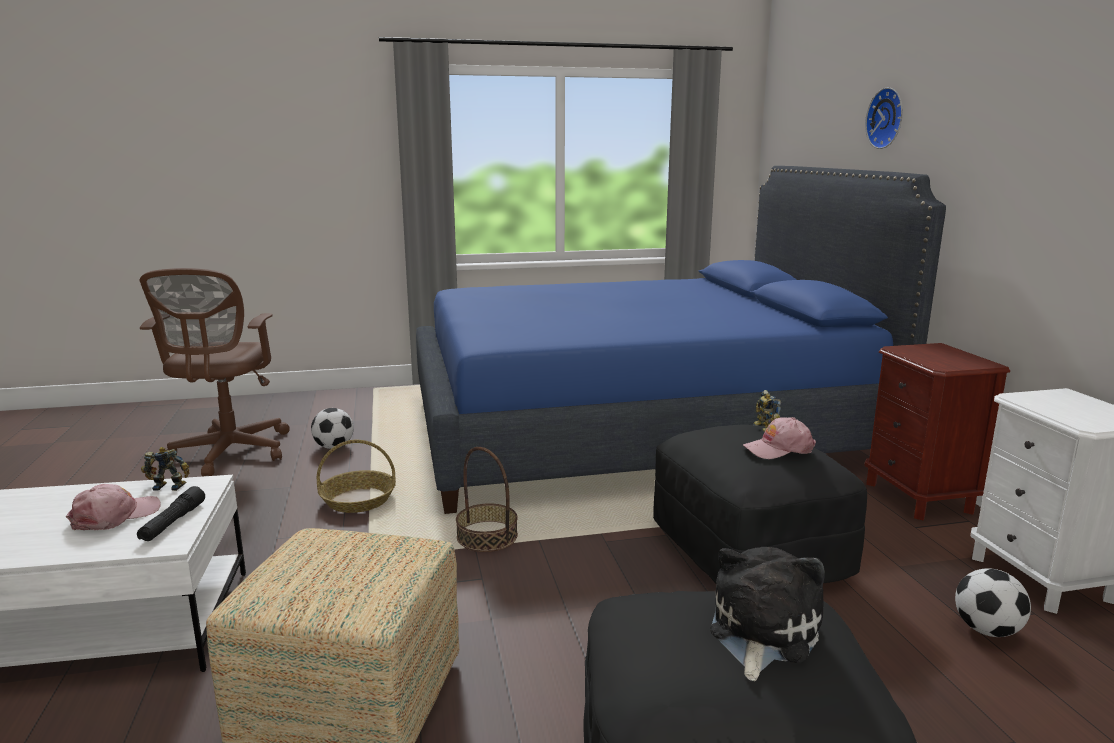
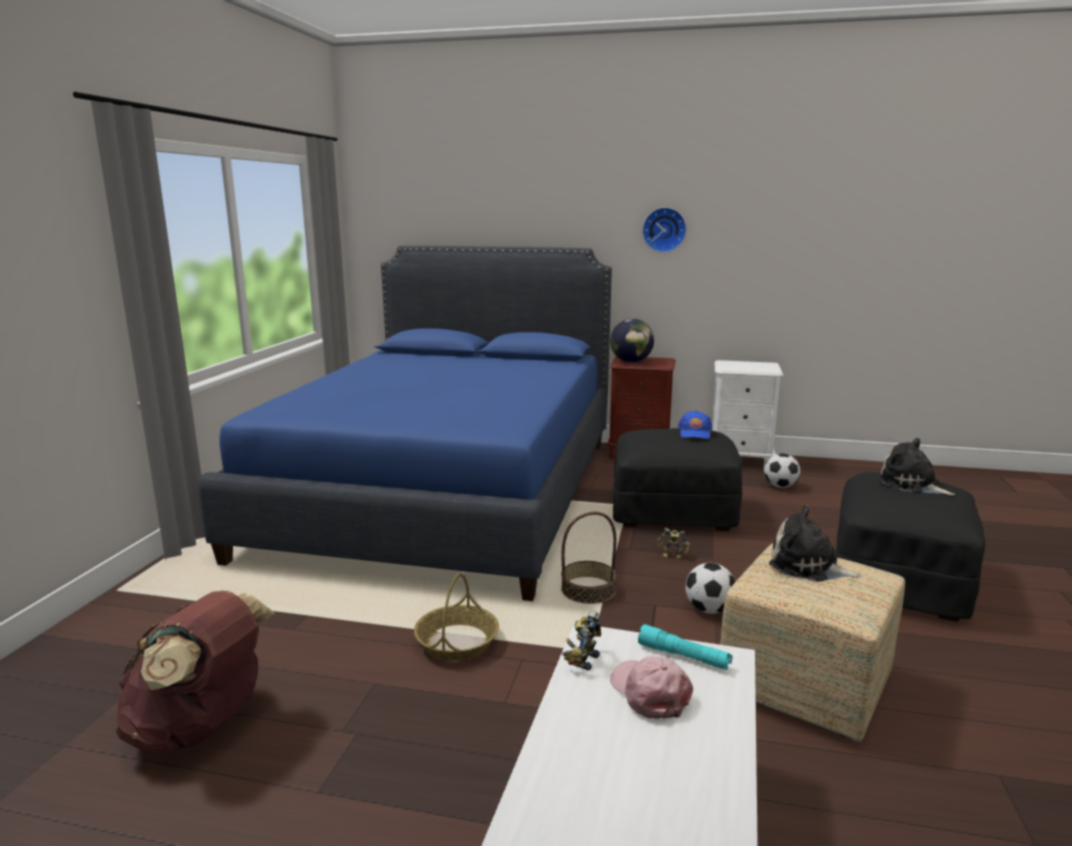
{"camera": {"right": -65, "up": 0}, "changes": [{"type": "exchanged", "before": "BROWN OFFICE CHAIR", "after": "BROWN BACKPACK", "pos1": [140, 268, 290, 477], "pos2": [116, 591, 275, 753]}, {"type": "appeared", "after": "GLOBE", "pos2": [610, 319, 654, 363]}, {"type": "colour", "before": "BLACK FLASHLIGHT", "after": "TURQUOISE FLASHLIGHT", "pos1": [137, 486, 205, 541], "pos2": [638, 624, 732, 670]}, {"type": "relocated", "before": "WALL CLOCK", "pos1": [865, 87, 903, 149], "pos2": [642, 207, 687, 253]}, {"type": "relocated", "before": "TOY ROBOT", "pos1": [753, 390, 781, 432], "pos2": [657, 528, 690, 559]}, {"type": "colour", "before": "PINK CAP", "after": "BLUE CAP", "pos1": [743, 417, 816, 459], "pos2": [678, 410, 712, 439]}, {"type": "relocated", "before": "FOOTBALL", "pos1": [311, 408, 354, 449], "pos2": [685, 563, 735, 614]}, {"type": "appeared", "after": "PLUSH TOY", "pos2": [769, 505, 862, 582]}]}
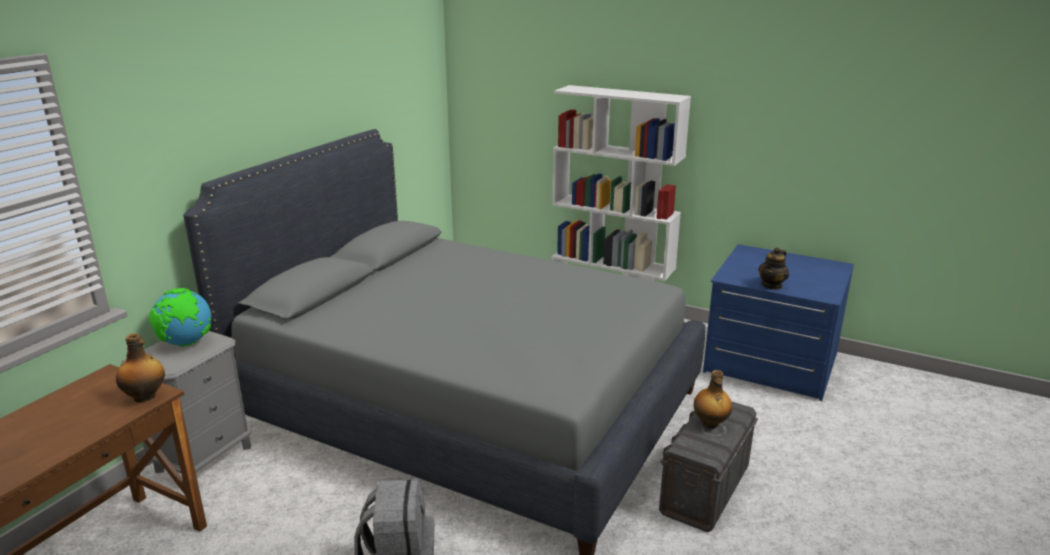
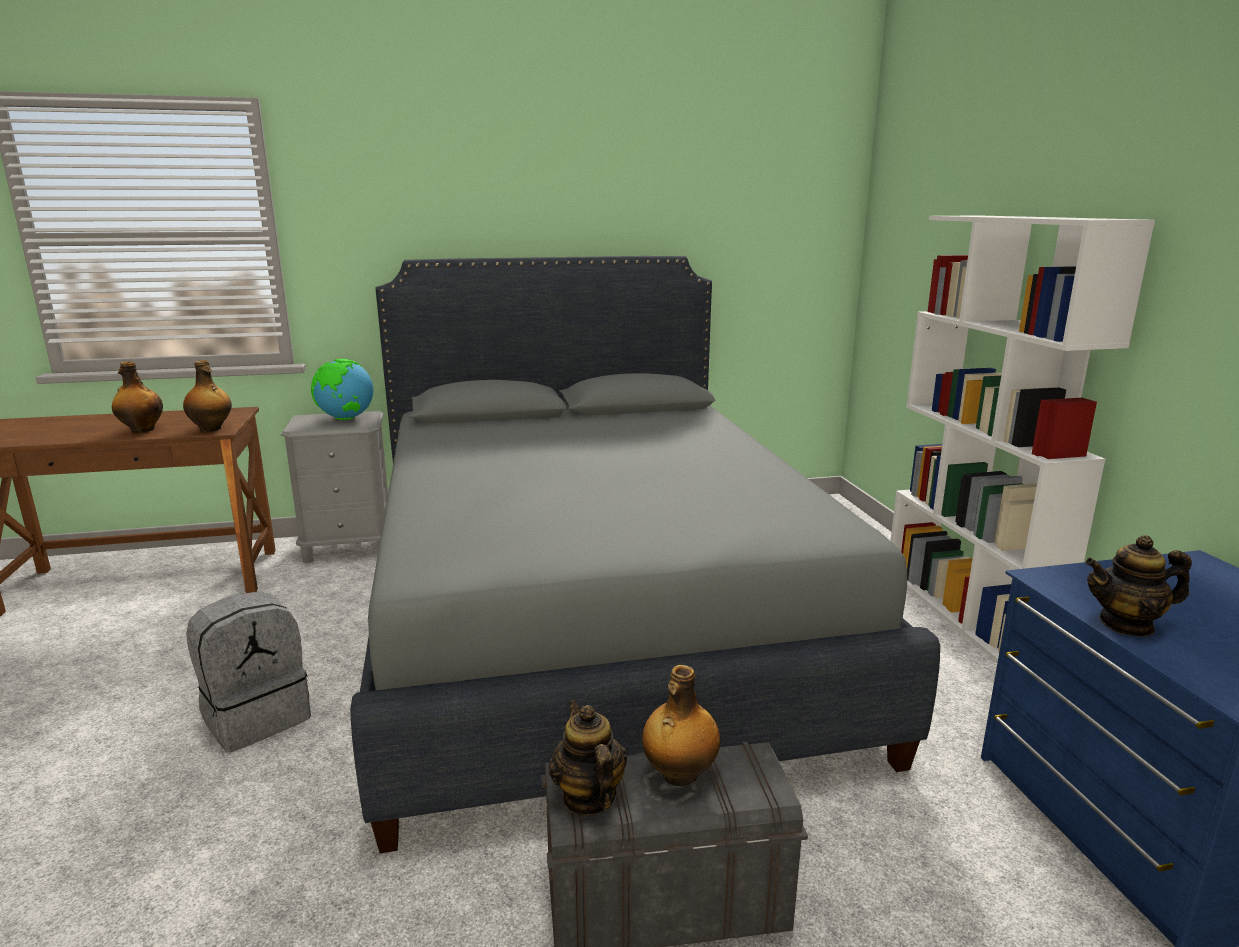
{"camera": {"right": 50, "up": -5}, "changes": [{"type": "appeared", "after": "BOTTLE", "pos2": [112, 361, 163, 433]}, {"type": "appeared", "after": "TEAPOT", "pos2": [549, 700, 627, 815]}]}
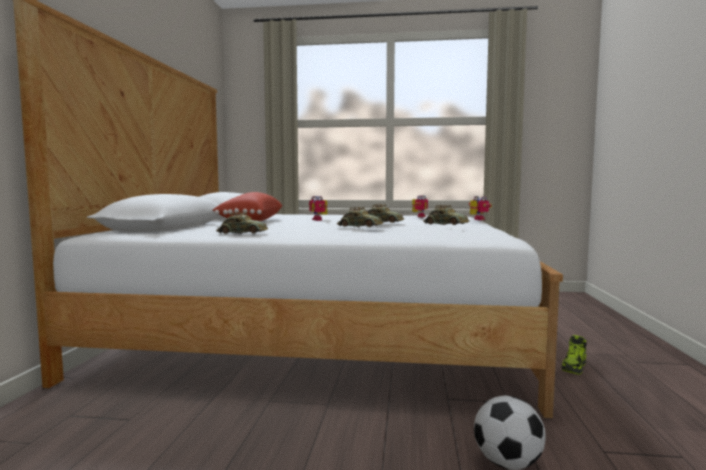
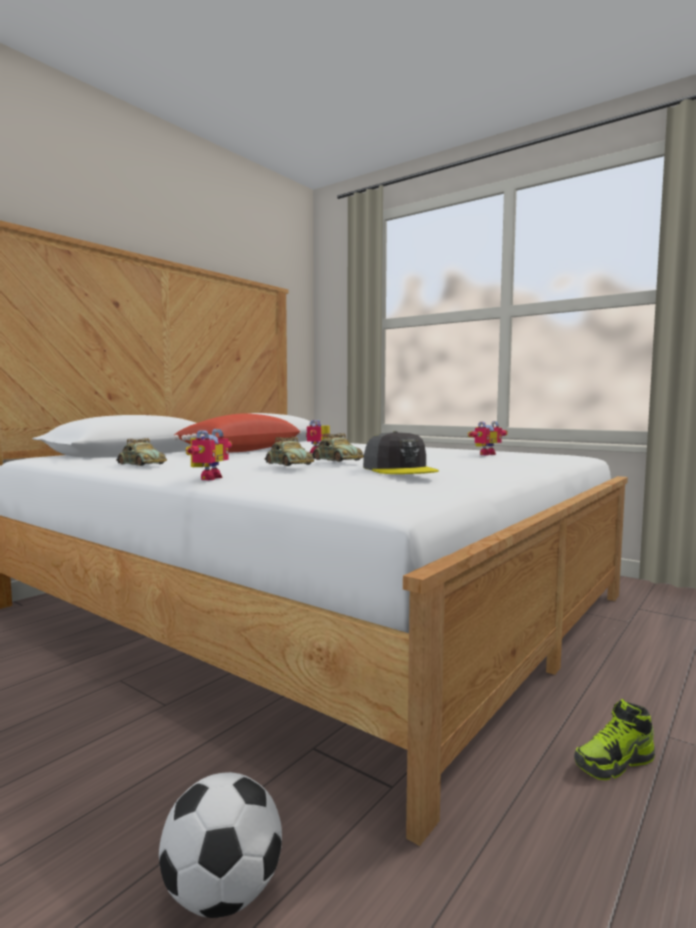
{"camera": {"right": 30, "up": 0}, "changes": [{"type": "relocated", "before": "TOY ROBOT", "pos1": [469, 196, 492, 220], "pos2": [185, 429, 232, 480]}, {"type": "exchanged", "before": "TOY CAR", "after": "GREY CAP", "pos1": [423, 205, 470, 225], "pos2": [363, 431, 439, 474]}]}
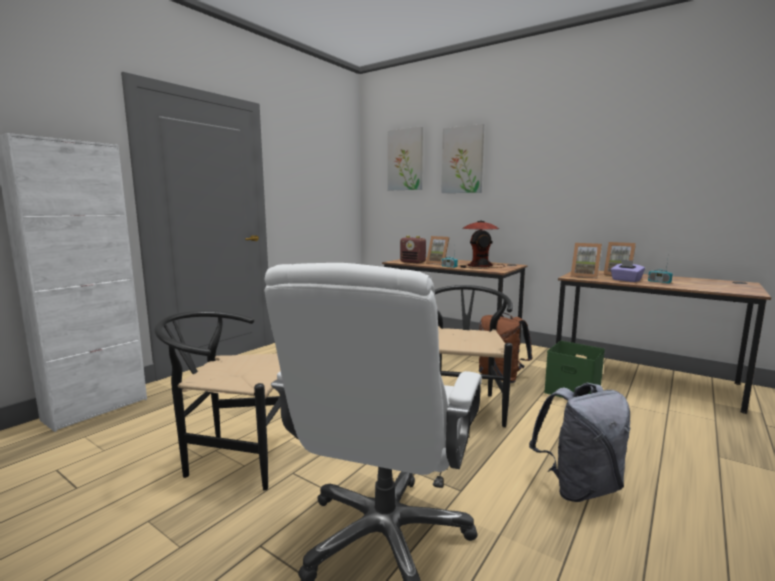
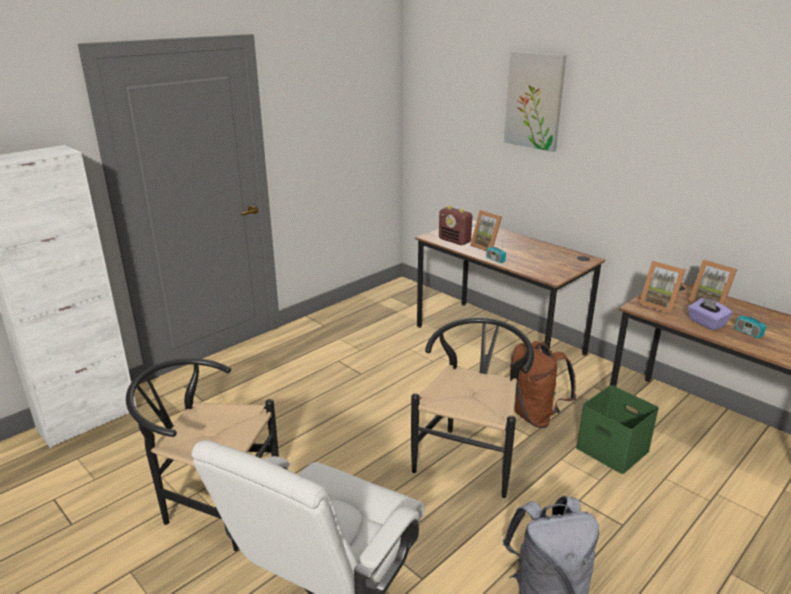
{"camera": {"right": 10, "up": 15}, "changes": [{"type": "missing", "before": "PICTURE", "pos1": [388, 127, 423, 191]}, {"type": "missing", "before": "TABLE LAMP", "pos1": [460, 220, 505, 269]}]}
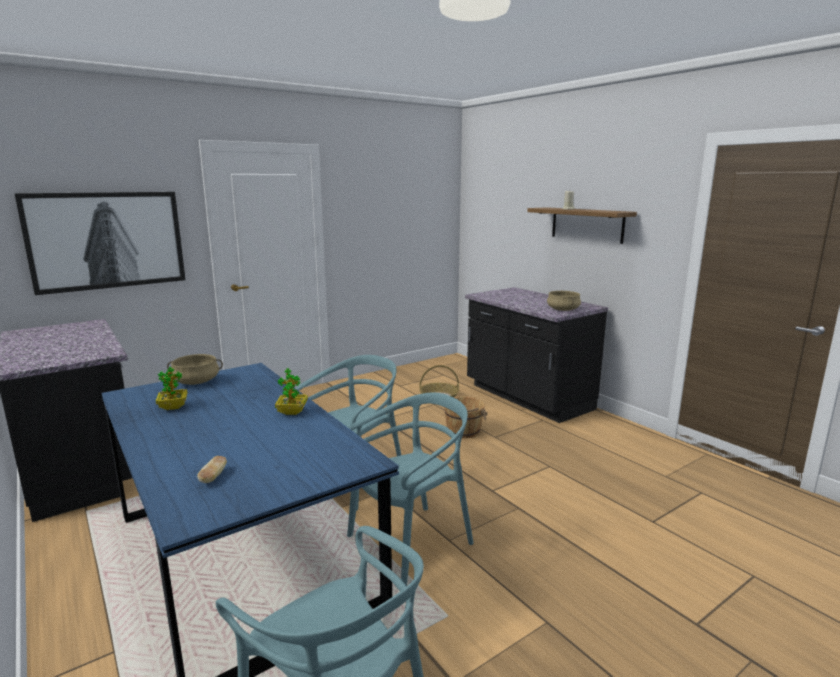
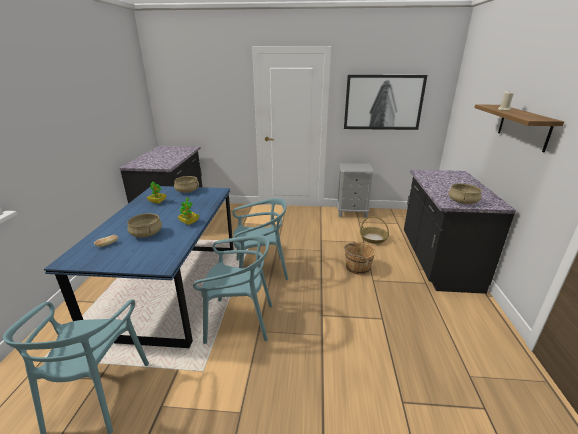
{"camera": {"right": 40, "up": 10}, "changes": [{"type": "appeared", "after": "BEIGE COOKING POT", "pos2": [128, 213, 162, 237]}, {"type": "appeared", "after": "GREY NIGHTSTAND", "pos2": [337, 163, 374, 218]}, {"type": "relocated", "before": "PICTURE", "pos1": [14, 192, 186, 295], "pos2": [344, 75, 427, 130]}]}
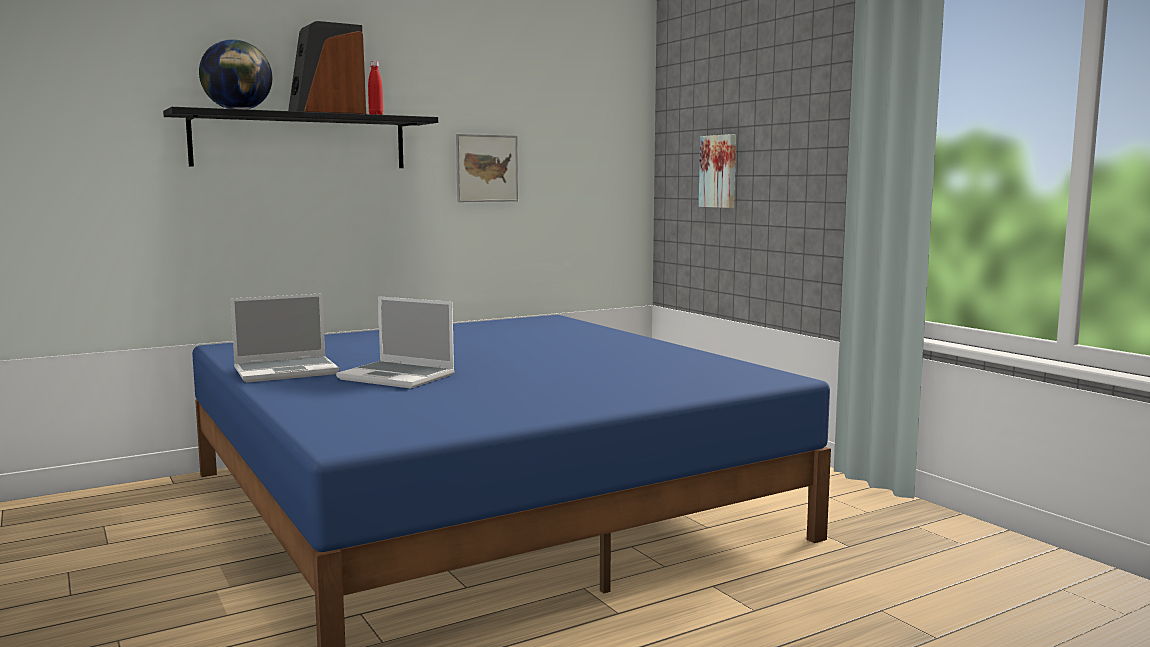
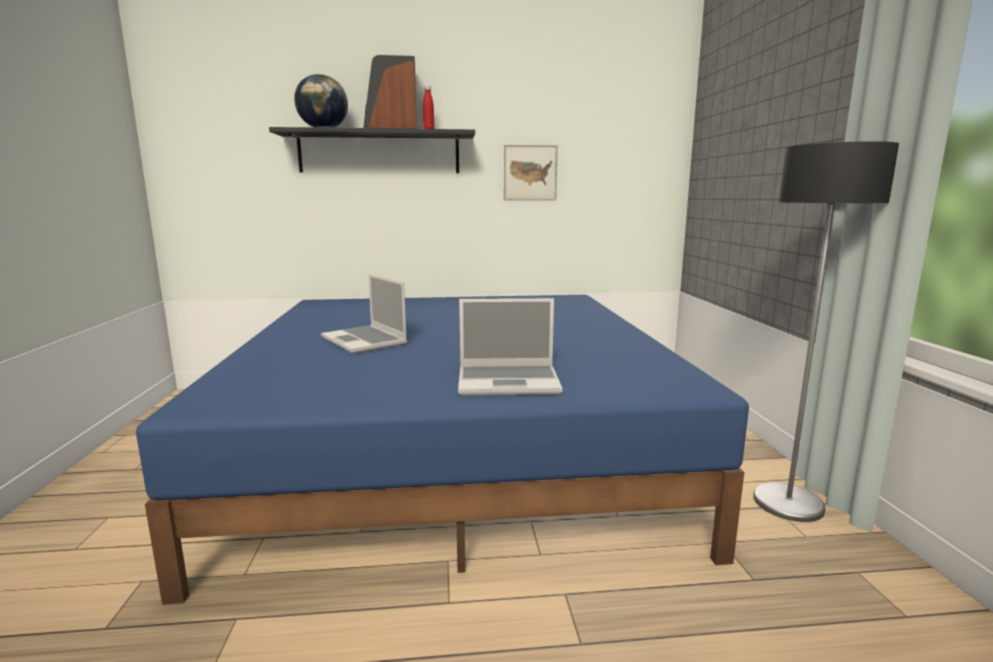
{"camera": {"right": 25, "up": 5}, "changes": [{"type": "relocated", "before": "LAPTOP", "pos1": [230, 293, 339, 383], "pos2": [458, 298, 562, 396]}, {"type": "appeared", "after": "FLOOR LAMP", "pos2": [753, 141, 899, 522]}, {"type": "missing", "before": "PICTURE", "pos1": [699, 134, 736, 208]}]}
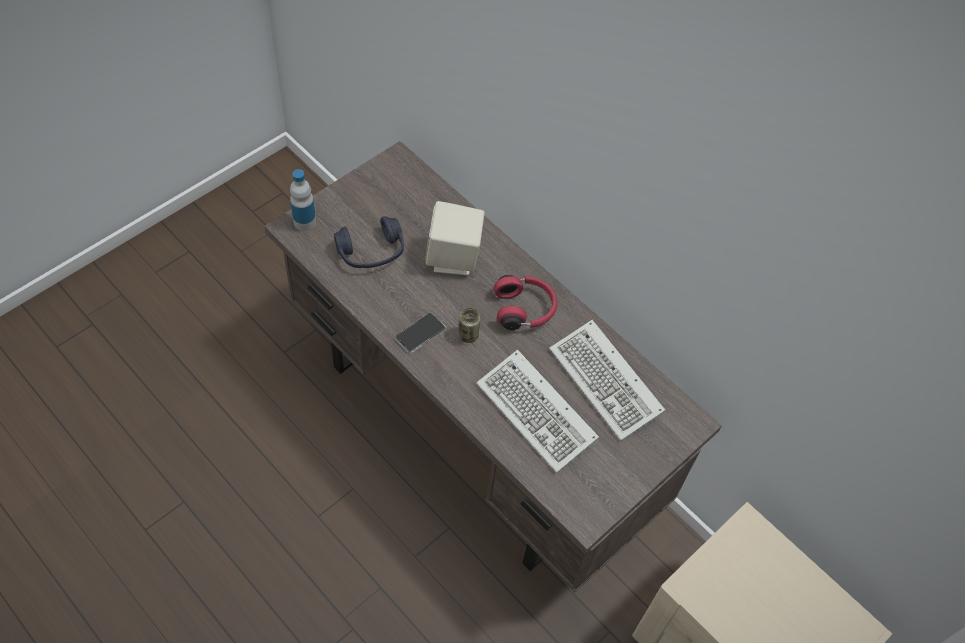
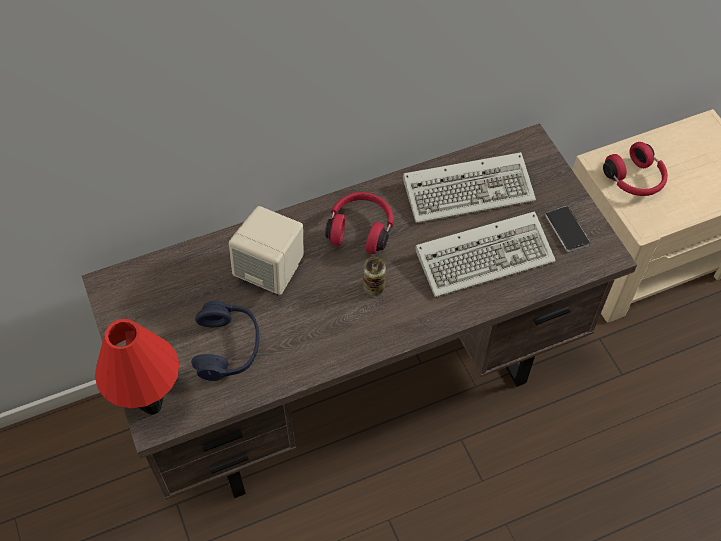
{"camera": {"right": -65, "up": 0}, "changes": [{"type": "exchanged", "before": "BOTTLE", "after": "RED TABLE LAMP", "pos1": [290, 169, 316, 231], "pos2": [95, 319, 179, 415]}, {"type": "relocated", "before": "PHONE", "pos1": [395, 312, 446, 354], "pos2": [545, 206, 590, 252]}, {"type": "appeared", "after": "RED HEADPHONES", "pos2": [603, 142, 668, 196]}]}
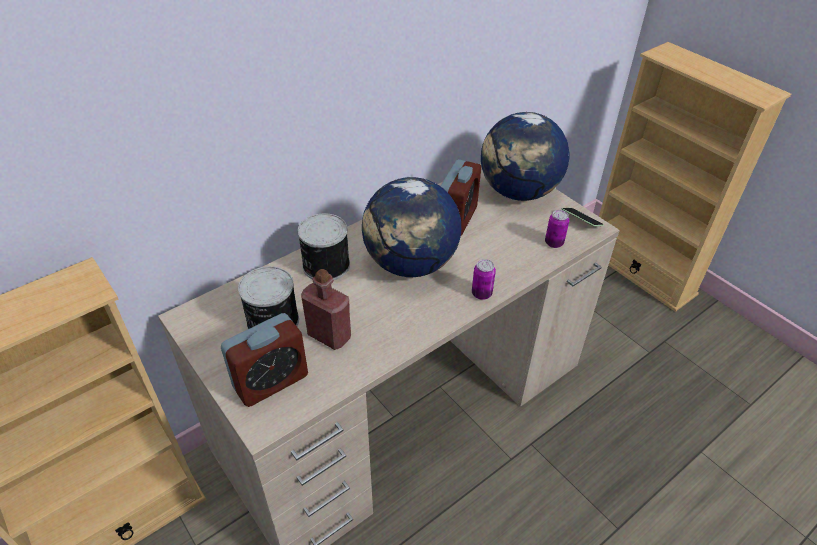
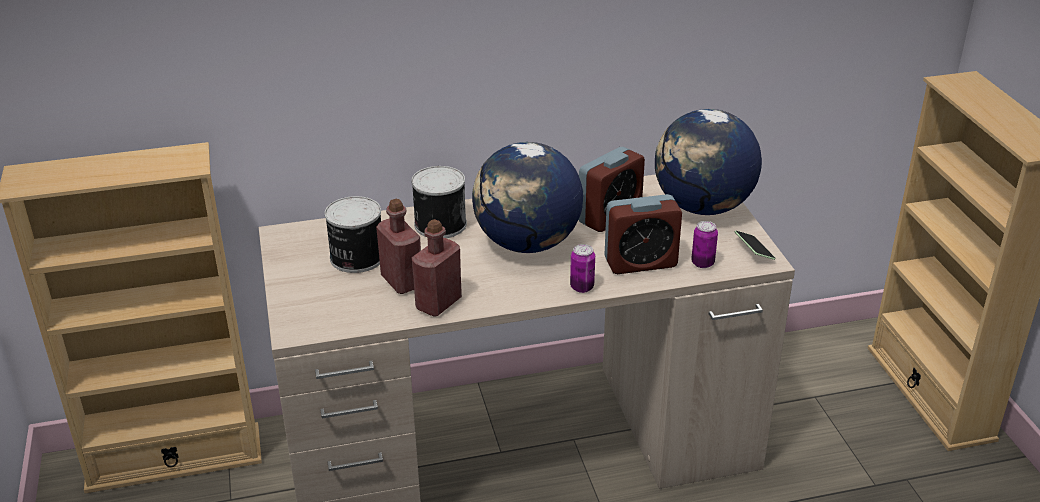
{"camera": {"right": 25, "up": -10}, "changes": [{"type": "appeared", "after": "RED BOTTLE", "pos2": [412, 219, 462, 317]}, {"type": "relocated", "before": "ALARM CLOCK", "pos1": [221, 313, 308, 407], "pos2": [604, 194, 682, 274]}]}
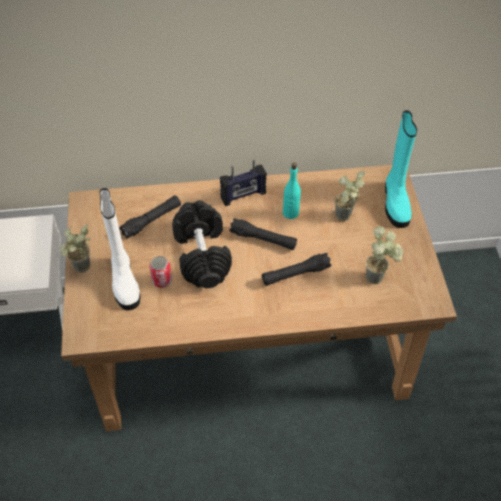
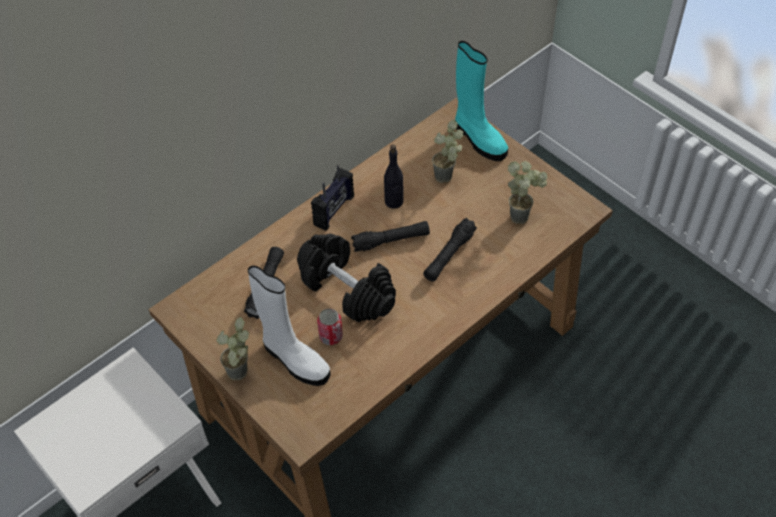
{"camera": {"right": -35, "up": 0}, "changes": [{"type": "colour", "before": "TURQUOISE BOTTLE", "after": "BLACK BOTTLE", "pos1": [283, 162, 301, 219], "pos2": [384, 145, 403, 209]}]}
